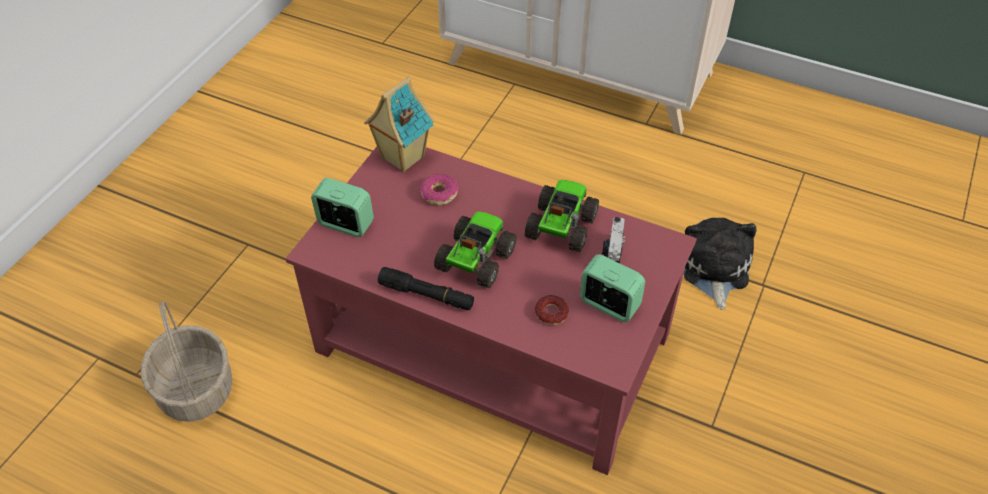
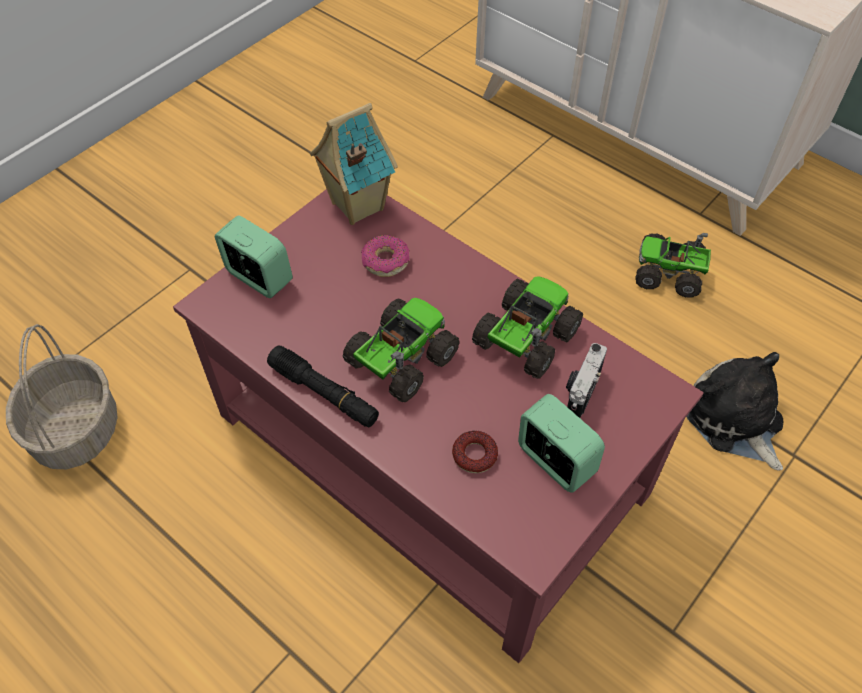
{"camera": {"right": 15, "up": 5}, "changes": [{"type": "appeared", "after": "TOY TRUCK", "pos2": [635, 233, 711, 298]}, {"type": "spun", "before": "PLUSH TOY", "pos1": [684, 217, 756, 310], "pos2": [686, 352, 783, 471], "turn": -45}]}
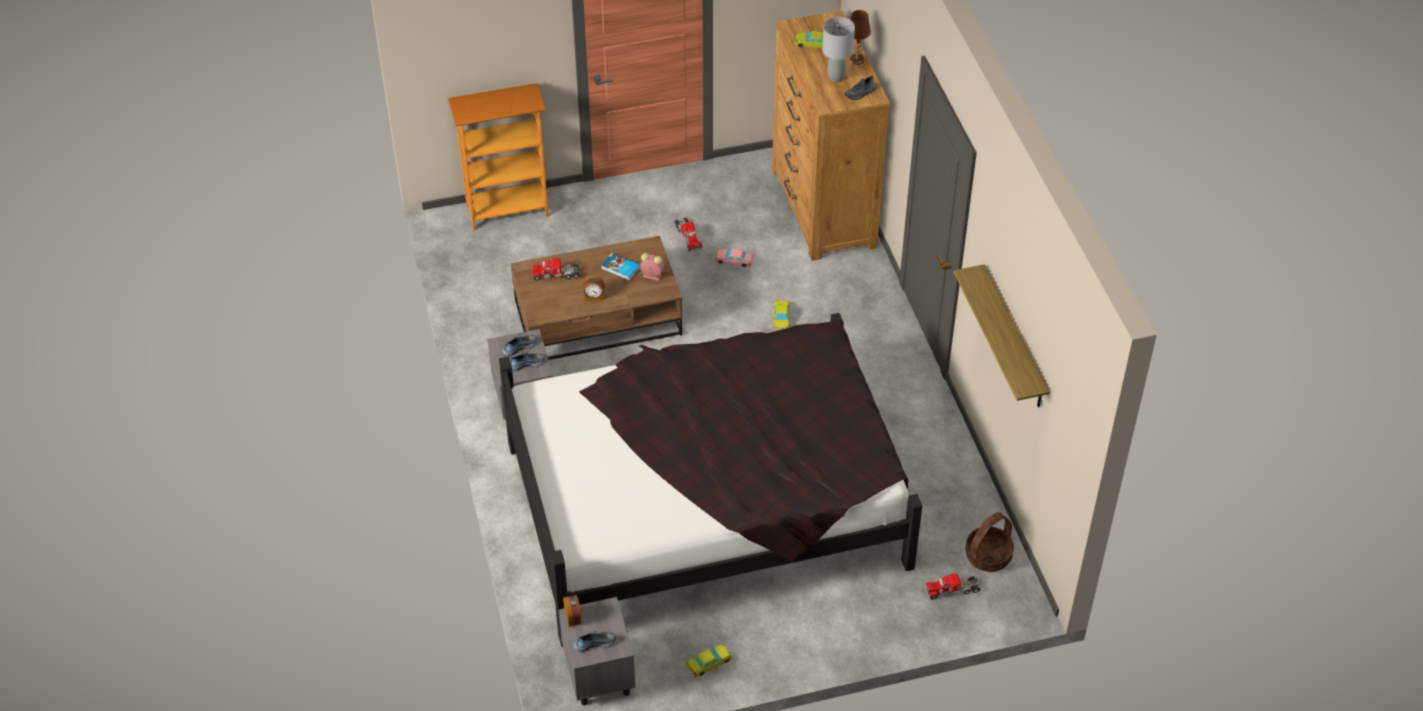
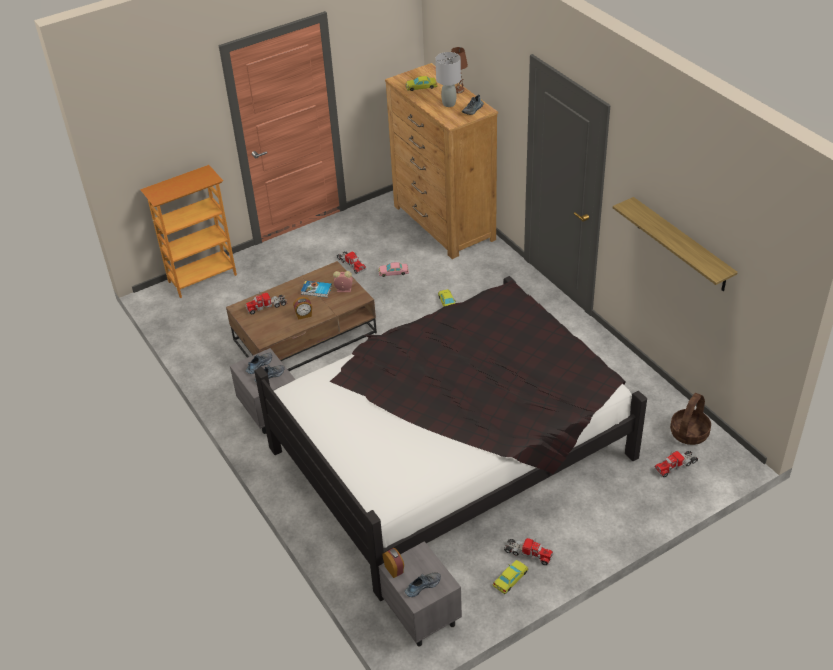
{"camera": {"right": -15, "up": -5}, "changes": [{"type": "appeared", "after": "TOY TRUCK", "pos2": [504, 538, 554, 565]}]}
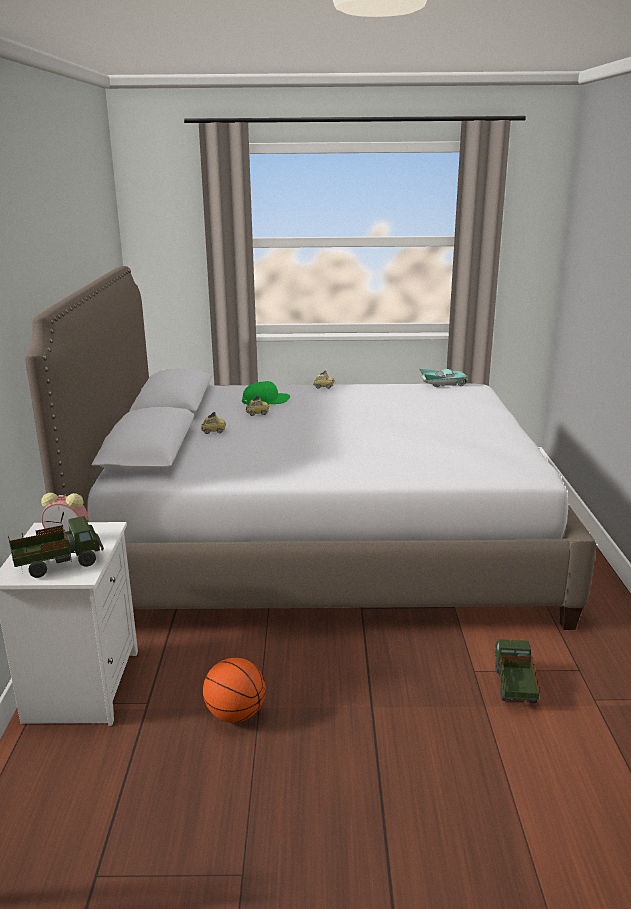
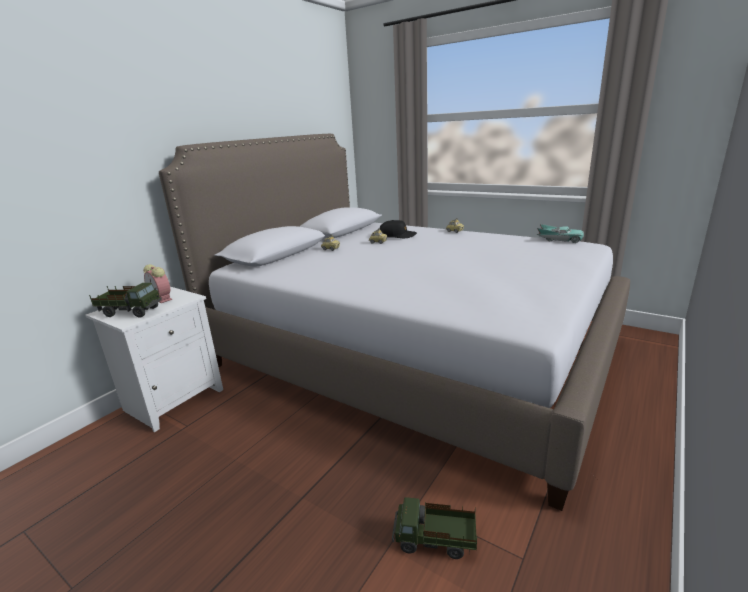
{"camera": {"right": 35, "up": 0}, "changes": [{"type": "colour", "before": "GREEN CAP", "after": "BLACK CAP", "pos1": [242, 381, 290, 405], "pos2": [380, 220, 417, 238]}, {"type": "spun", "before": "TOY TRUCK", "pos1": [495, 639, 540, 703], "pos2": [392, 497, 477, 559], "turn": -120}, {"type": "missing", "before": "BASKETBALL", "pos1": [203, 658, 266, 723]}]}
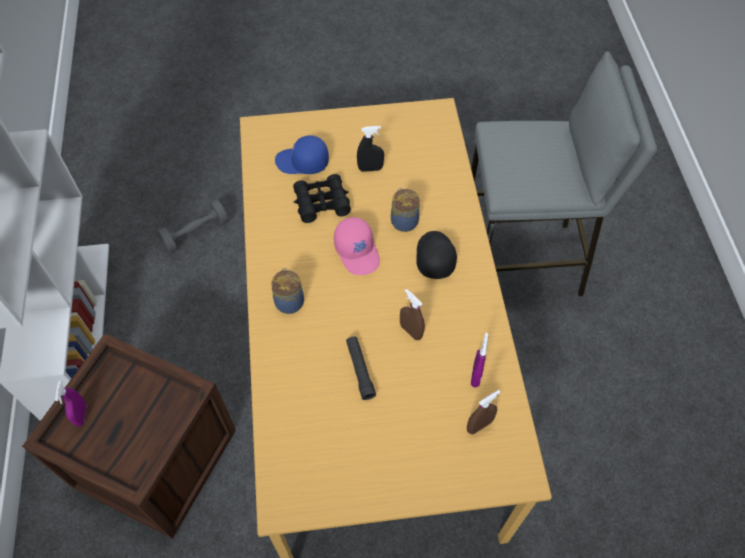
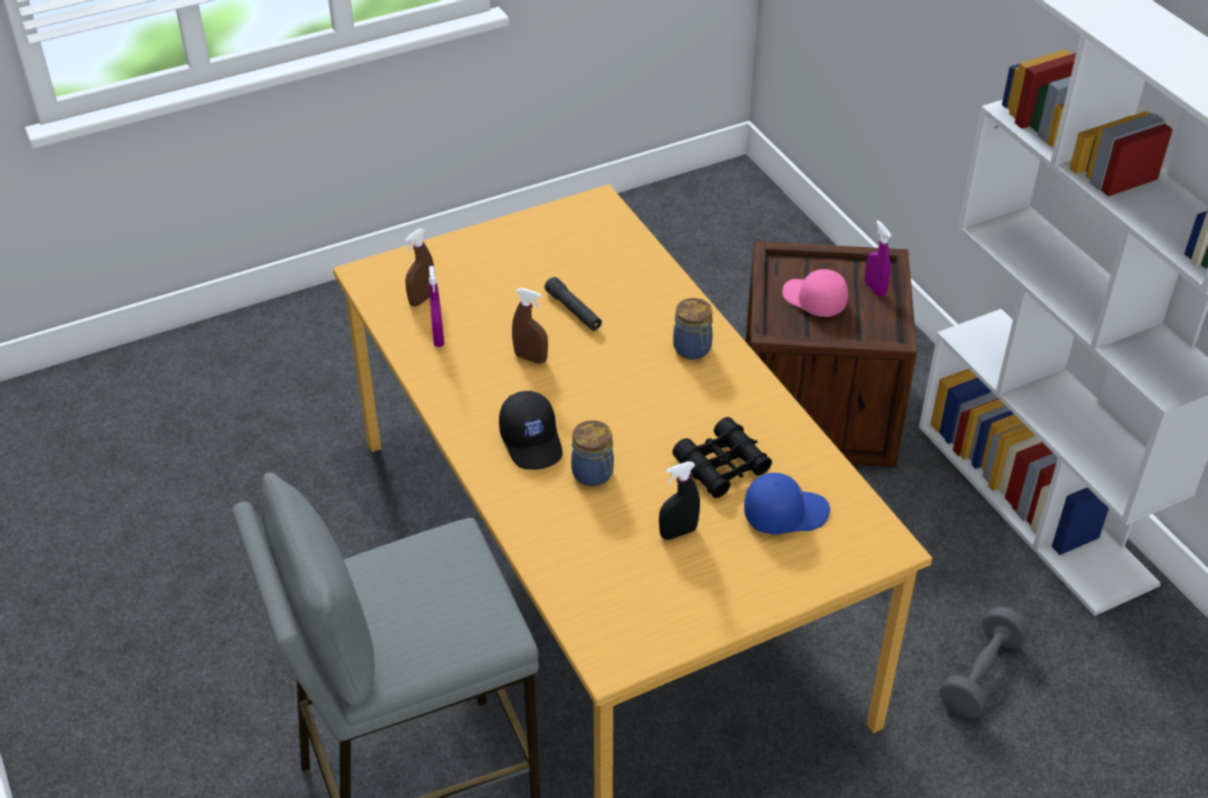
{"camera": {"right": 160, "up": -15}, "changes": [{"type": "relocated", "before": "PINK CAP", "pos1": [334, 217, 380, 275], "pos2": [782, 269, 848, 317]}]}
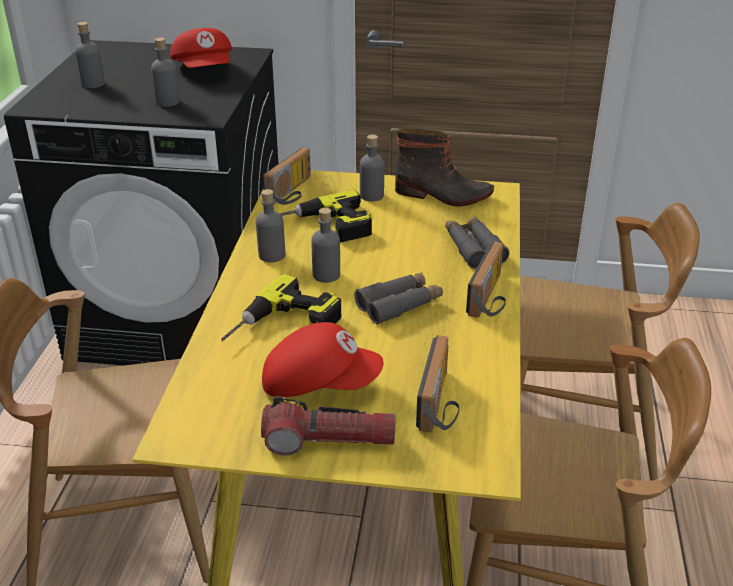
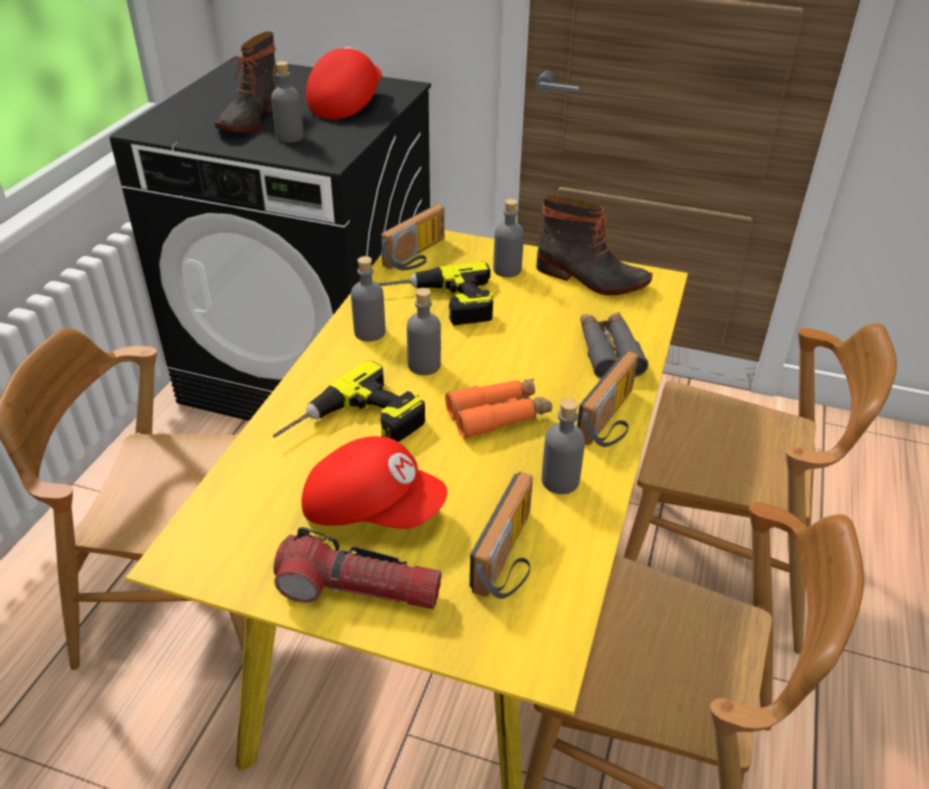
{"camera": {"right": 10, "up": 5}, "changes": [{"type": "appeared", "after": "BOOT", "pos2": [214, 32, 279, 133]}, {"type": "spun", "before": "RED CAP", "pos1": [170, 28, 232, 68], "pos2": [306, 46, 382, 119], "turn": -150}, {"type": "colour", "before": "GREY BINOCULARS", "after": "ORANGE BINOCULARS", "pos1": [354, 272, 443, 324], "pos2": [445, 378, 552, 439]}, {"type": "relocated", "before": "GREY BOTTLE", "pos1": [75, 22, 105, 88], "pos2": [542, 398, 585, 494]}]}
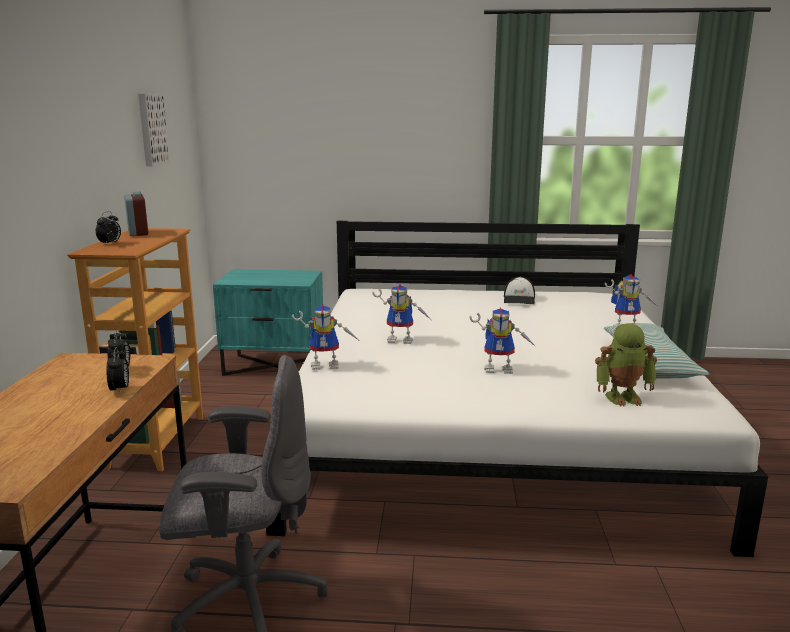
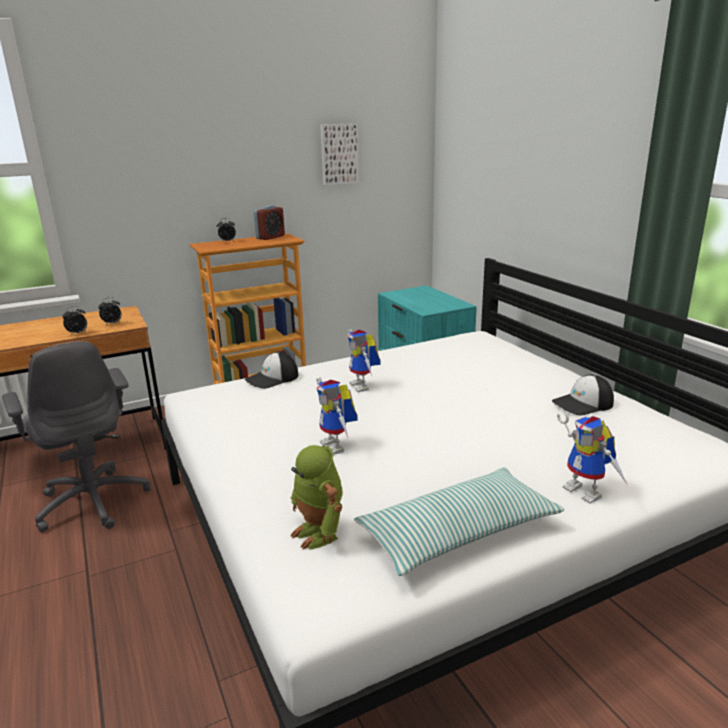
{"camera": {"right": 60, "up": 5}, "changes": [{"type": "exchanged", "before": "TOY ROBOT", "after": "CAP", "pos1": [292, 304, 358, 370], "pos2": [245, 352, 298, 389]}]}
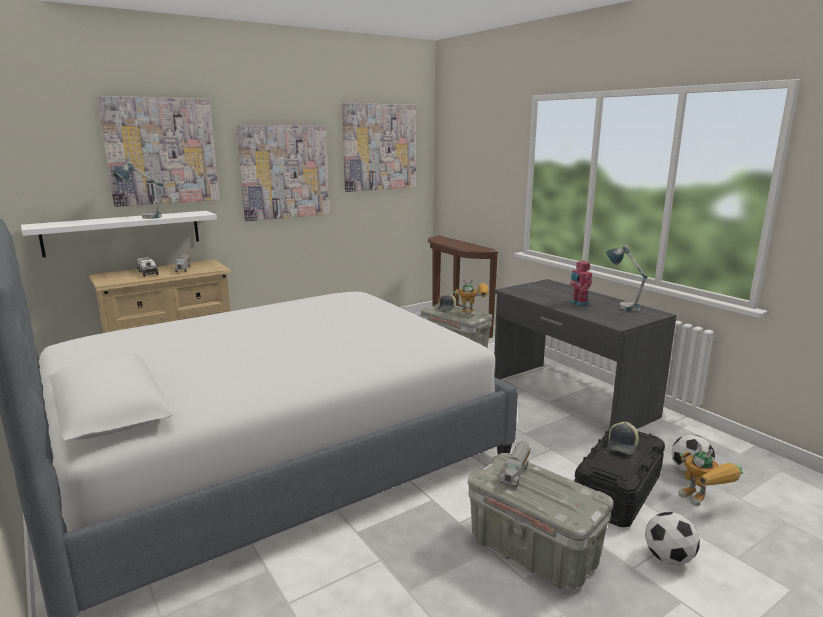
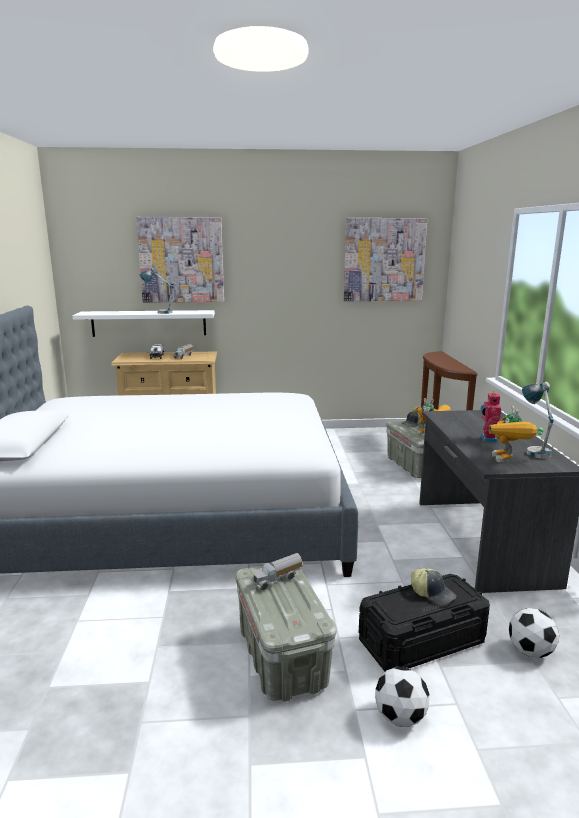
{"camera": {"right": 30, "up": 0}, "changes": [{"type": "spun", "before": "CAP", "pos1": [607, 422, 639, 455], "pos2": [411, 568, 457, 606], "turn": -105}, {"type": "relocated", "before": "TOY ROBOT", "pos1": [678, 443, 743, 506], "pos2": [489, 406, 544, 462]}, {"type": "missing", "before": "PICTURE", "pos1": [237, 125, 329, 221]}]}
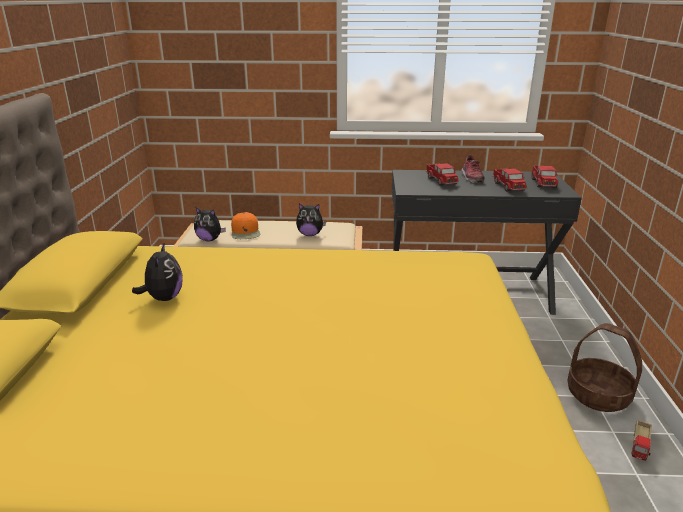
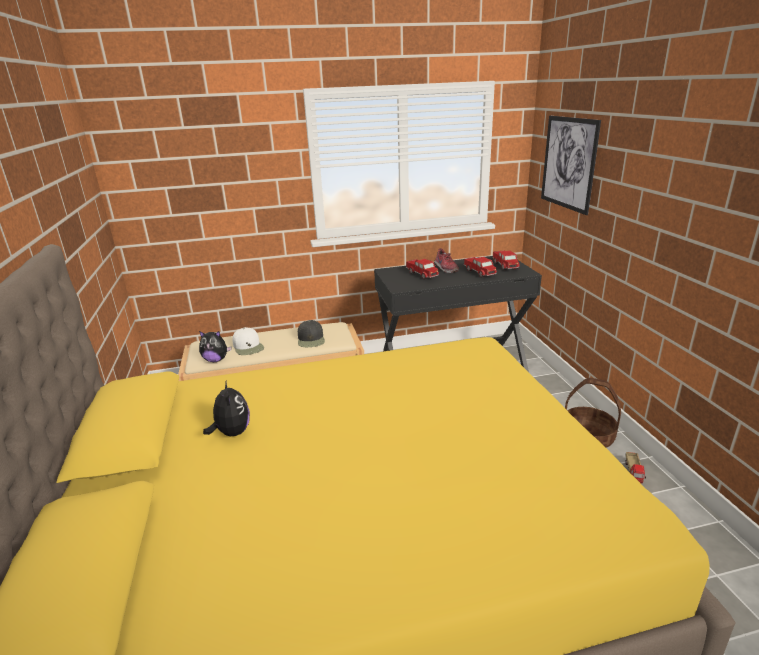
{"camera": {"right": -15, "up": 0}, "changes": [{"type": "colour", "before": "ORANGE CAP", "after": "WHITE CAP", "pos1": [231, 212, 260, 239], "pos2": [232, 327, 264, 355]}, {"type": "exchanged", "before": "PLUSH TOY", "after": "BLACK CAP", "pos1": [296, 204, 326, 236], "pos2": [298, 320, 325, 347]}, {"type": "appeared", "after": "PICTURE", "pos2": [541, 116, 601, 215]}]}
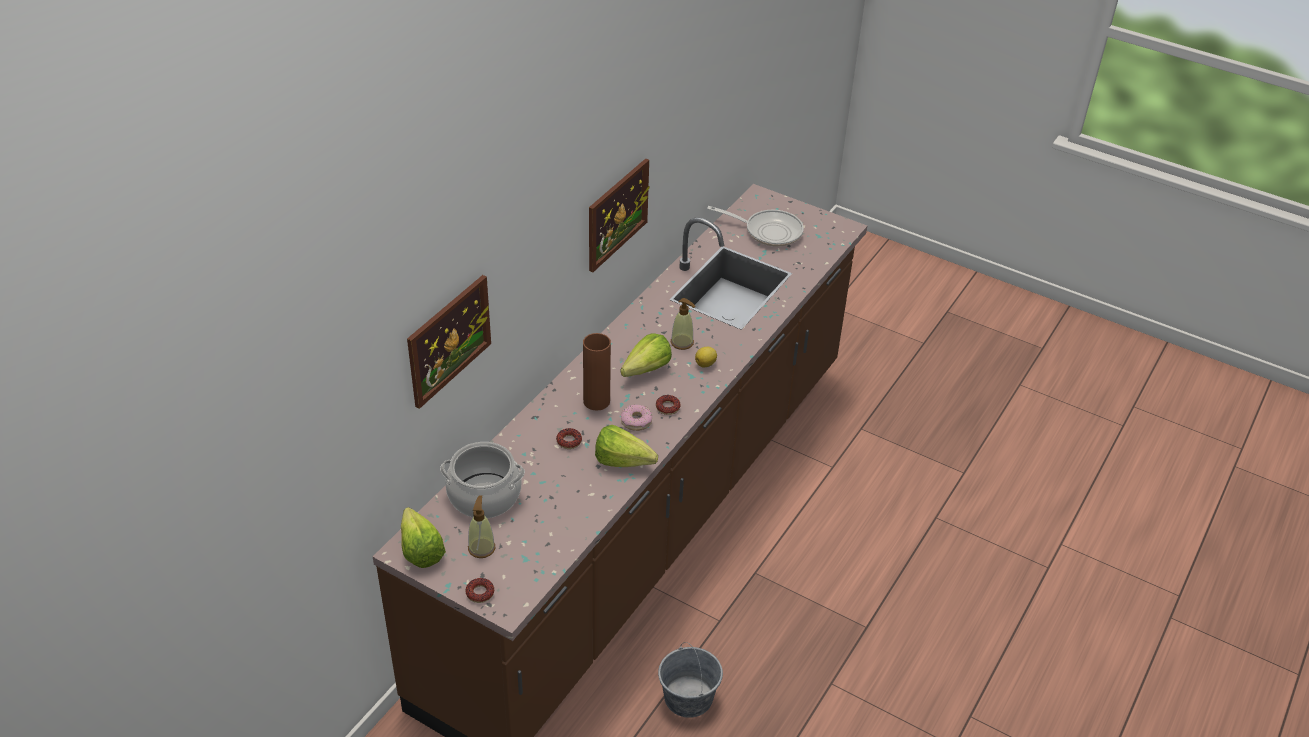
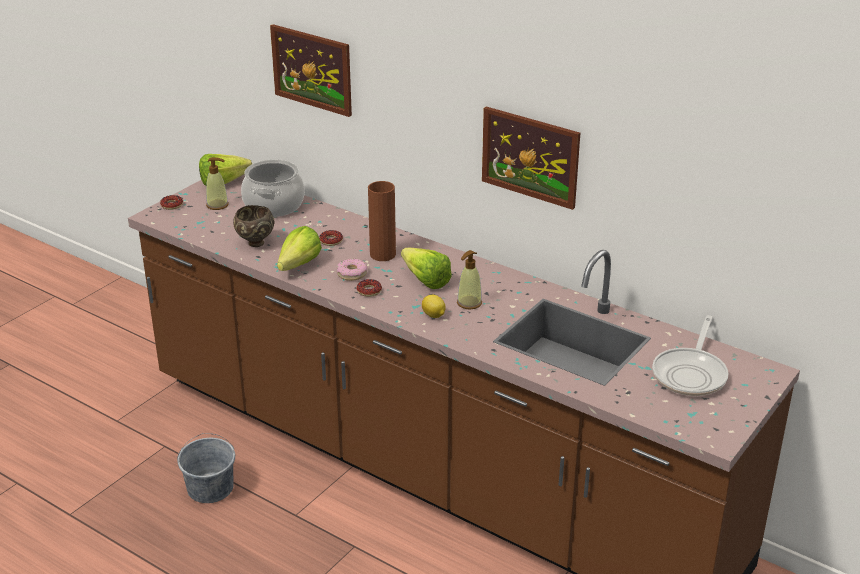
{"camera": {"right": 95, "up": -10}, "changes": [{"type": "appeared", "after": "BROWN BOWL", "pos2": [233, 205, 275, 247]}]}
